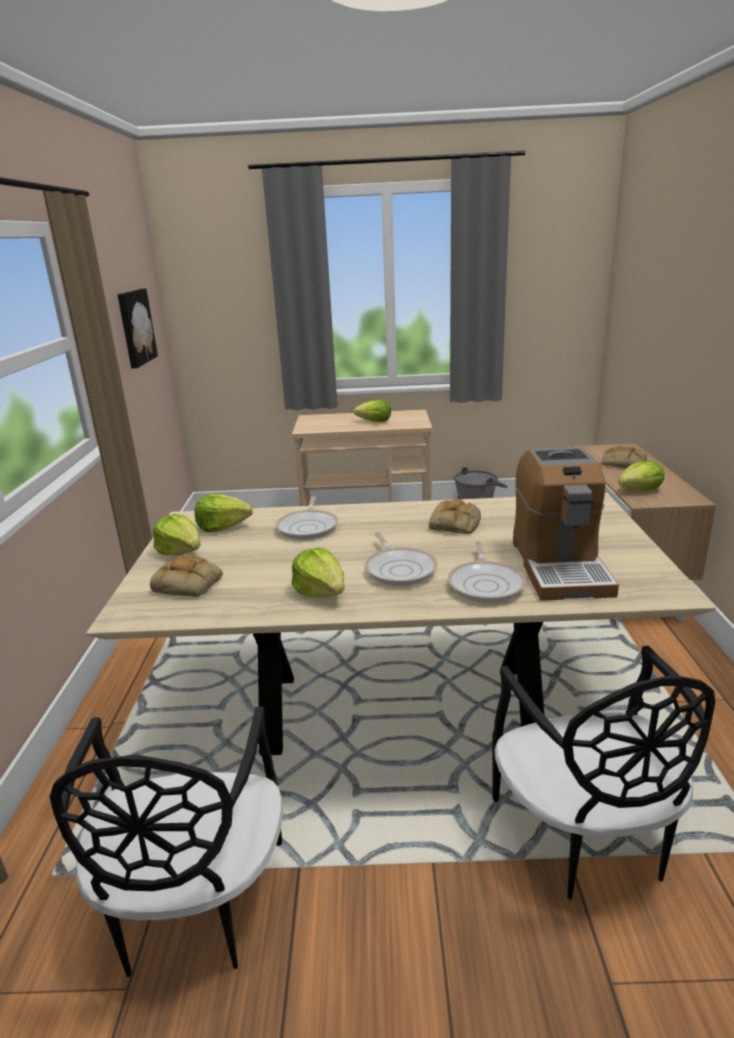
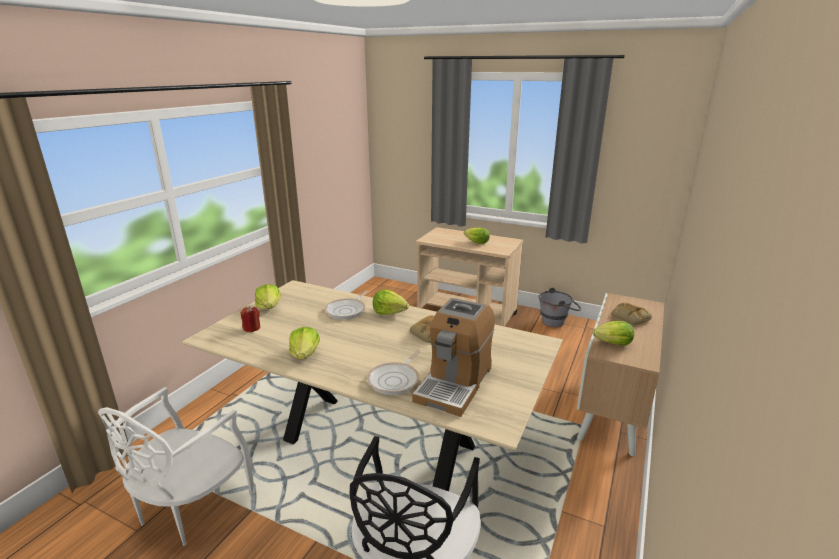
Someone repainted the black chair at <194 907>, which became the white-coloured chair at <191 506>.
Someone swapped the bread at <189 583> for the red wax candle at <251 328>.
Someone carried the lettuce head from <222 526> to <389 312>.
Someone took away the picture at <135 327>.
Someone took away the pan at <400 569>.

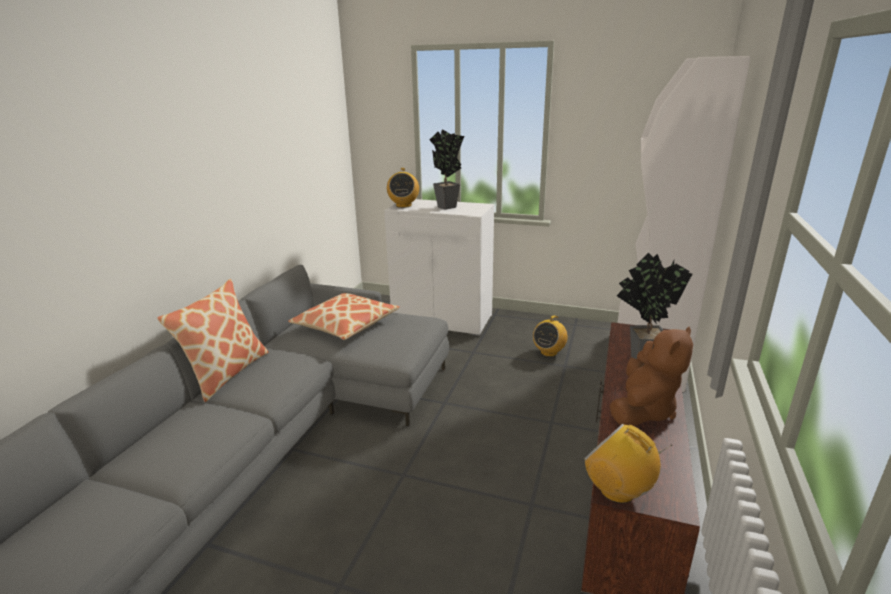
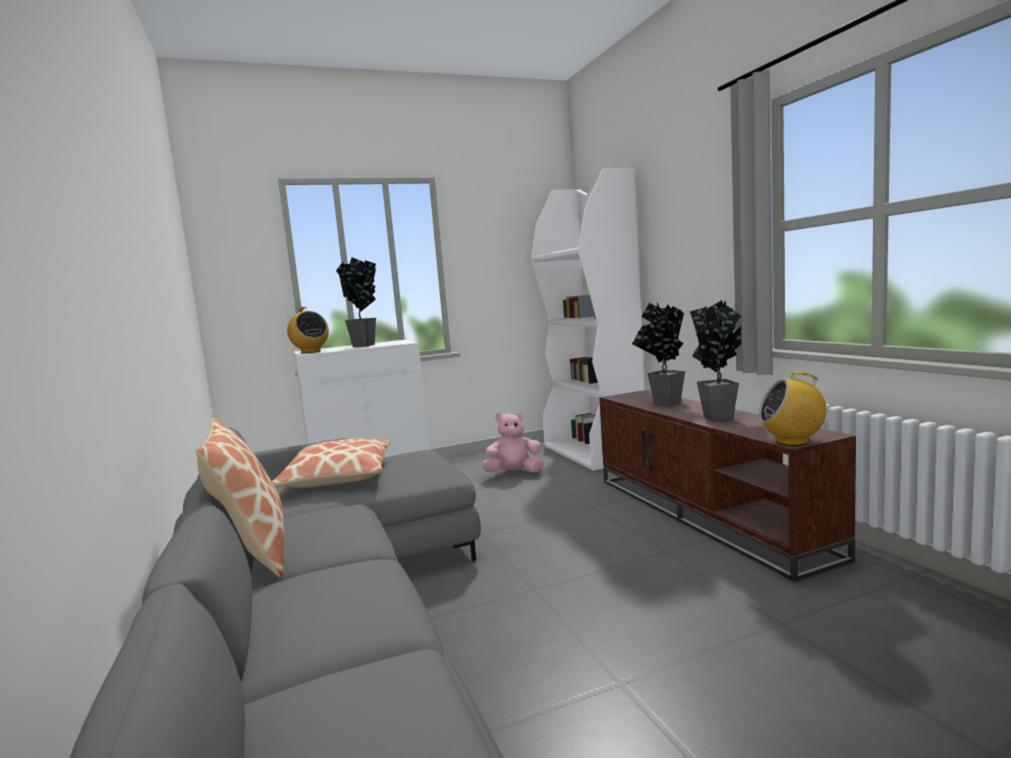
Someone swapped the radio set at <548 352> for the pink cuddly toy at <514 473>.
Someone swapped the brown cuddly toy at <643 410> for the plant in a pot at <718 416>.

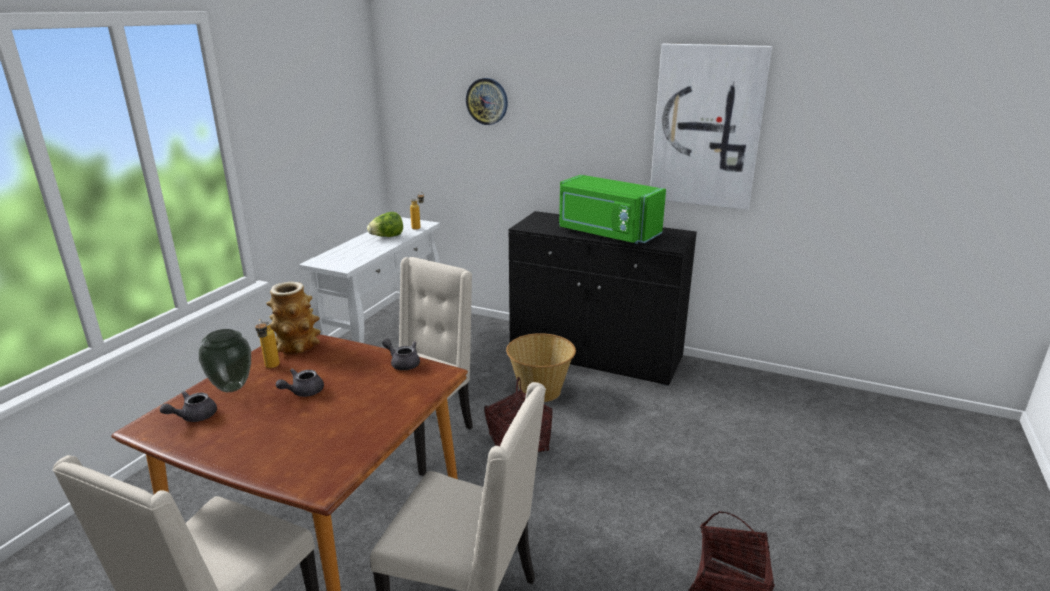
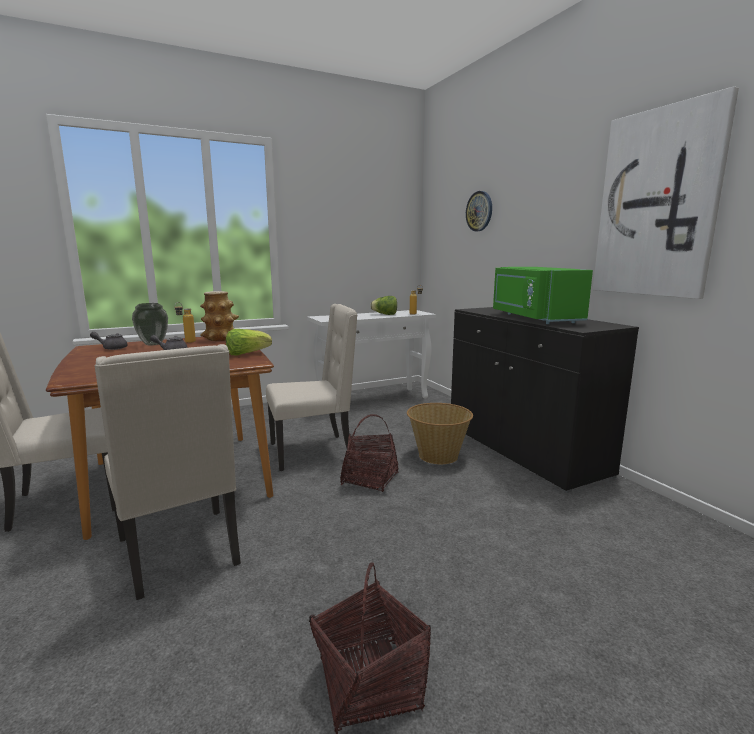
Someone swapped the greyish pot for tea at <402 363> for the lettuce head at <247 354>.

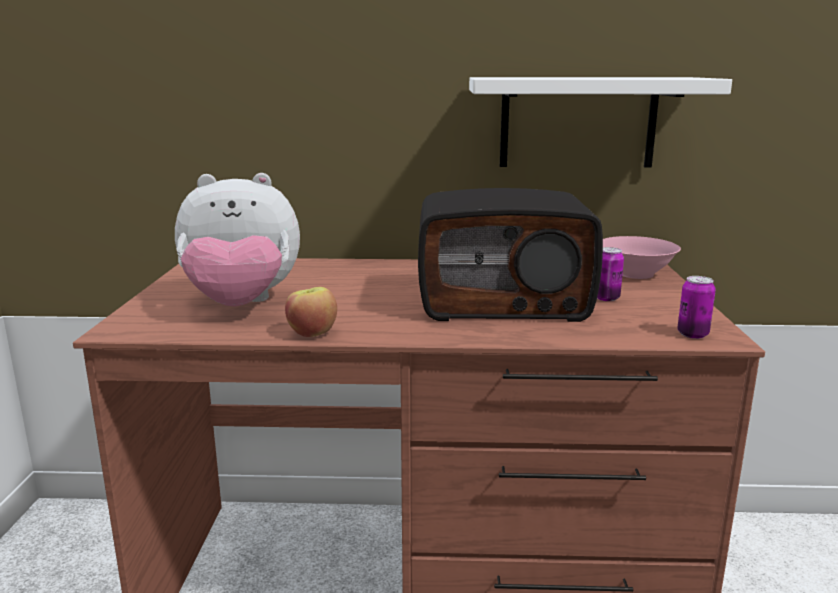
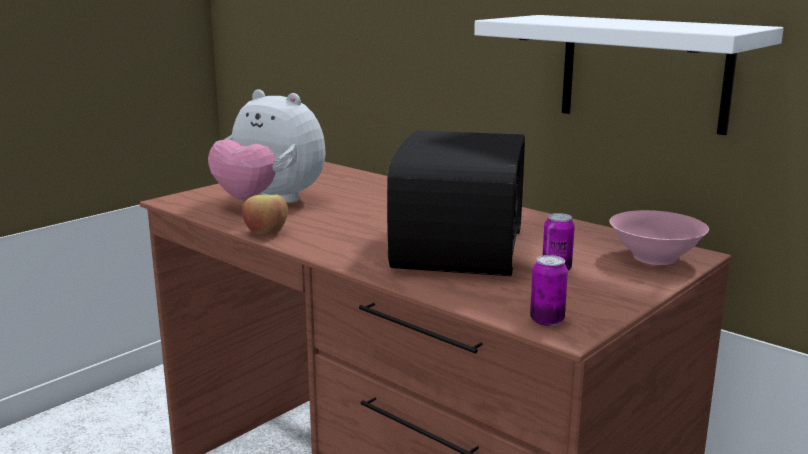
Someone rotated the radio set at <503 301> by 120 degrees counterclockwise.

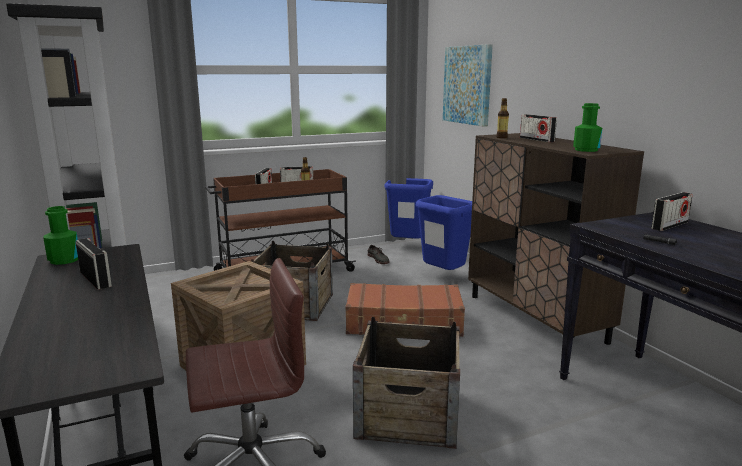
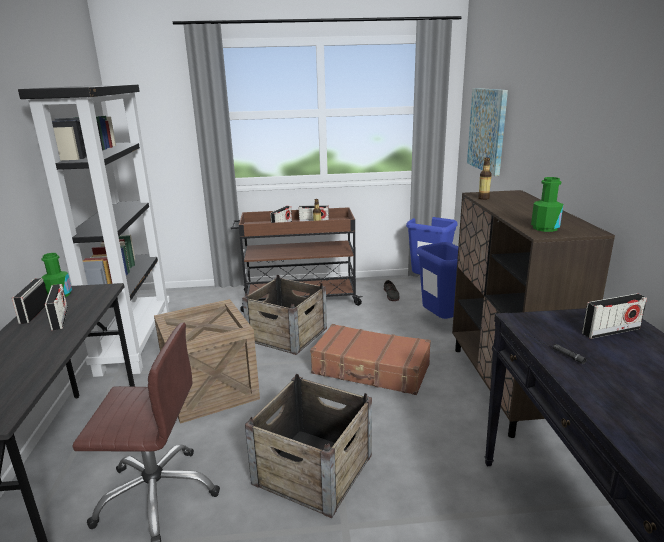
Someone carried the radio set from <536 140> to <34 312>.

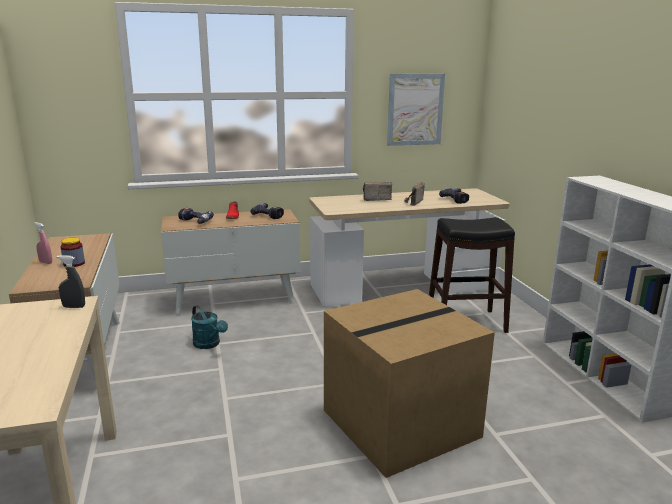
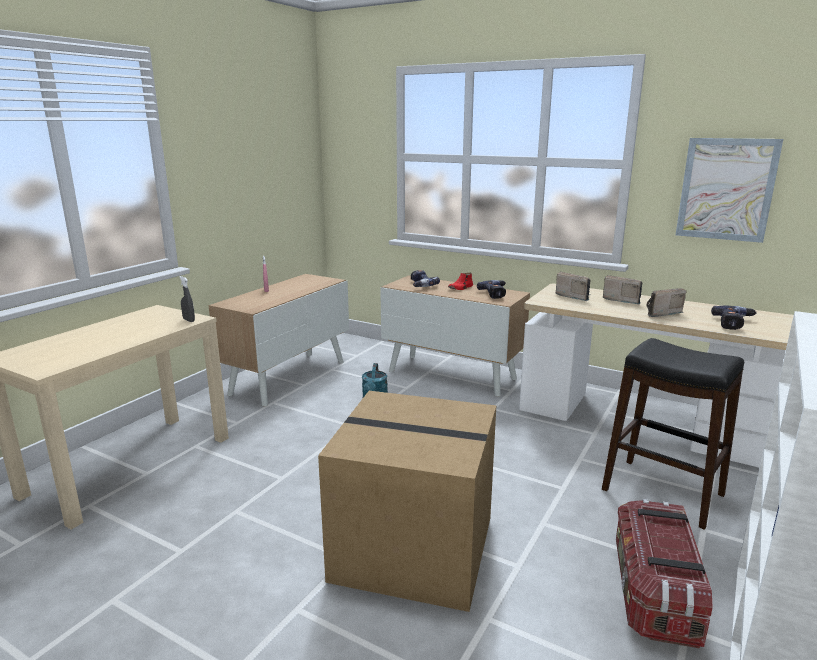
Someone put down the radio set at <573 296>.
Someone put down the storage box at <654 592>.
Someone took away the jar at <74 264>.

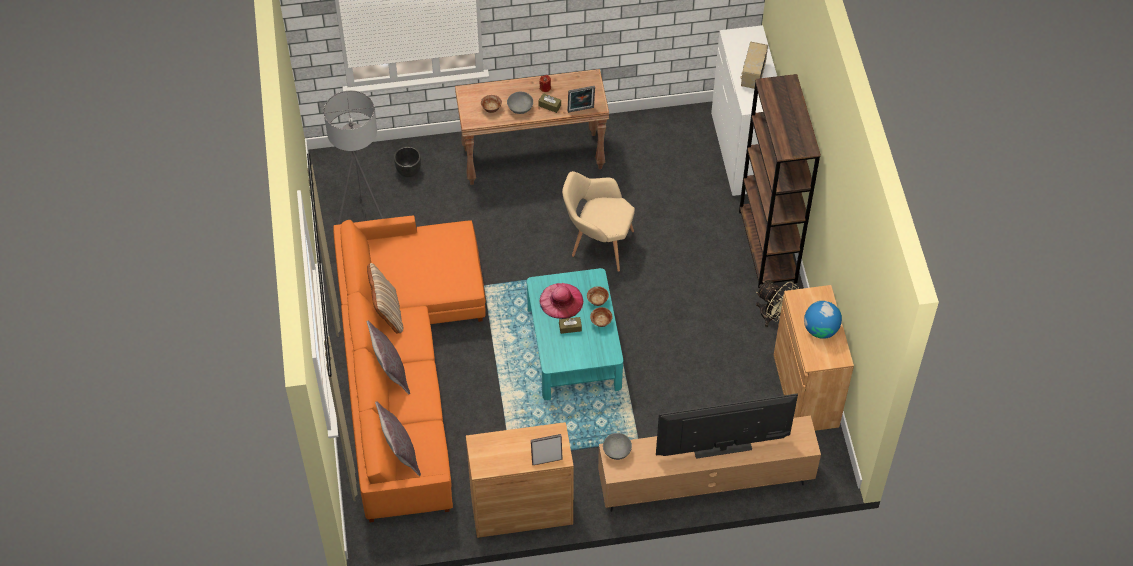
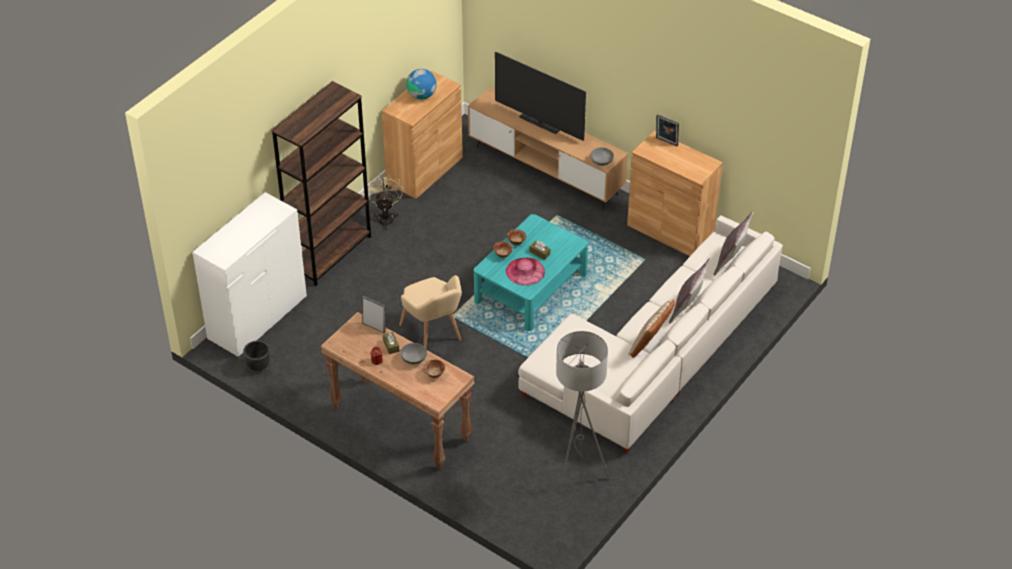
Someone carried the black plant pot from <409 171> to <258 366>.
Someone repainted the orangey settee at <404 365>, which became the white-coloured settee at <654 356>.
Someone took away the radio set at <752 75>.

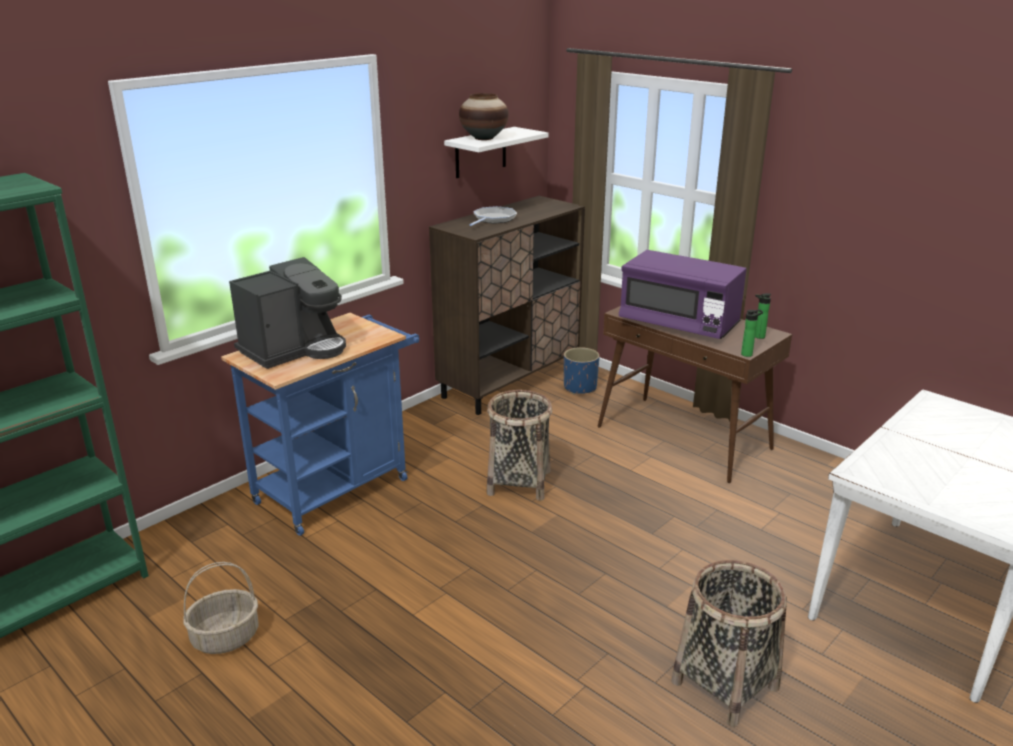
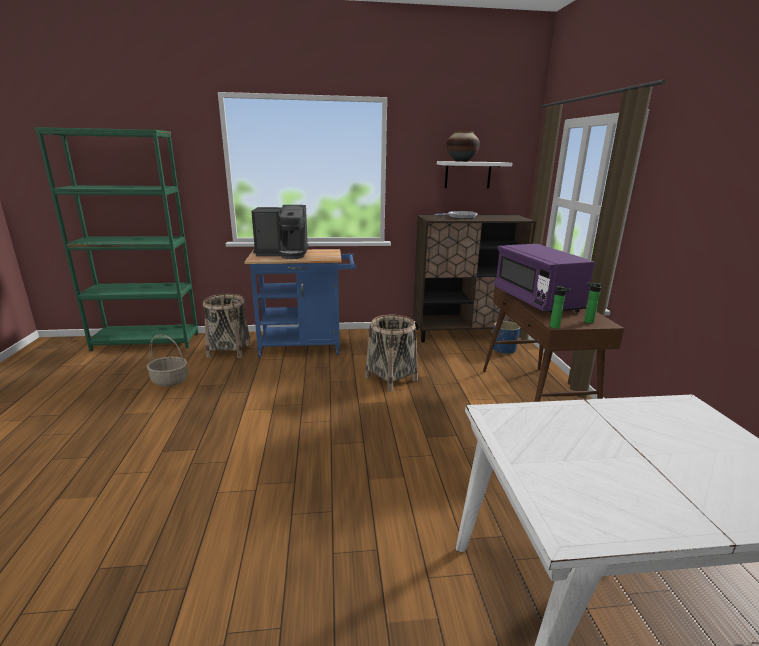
Someone carried the storage basket from <724 684> to <229 350>.

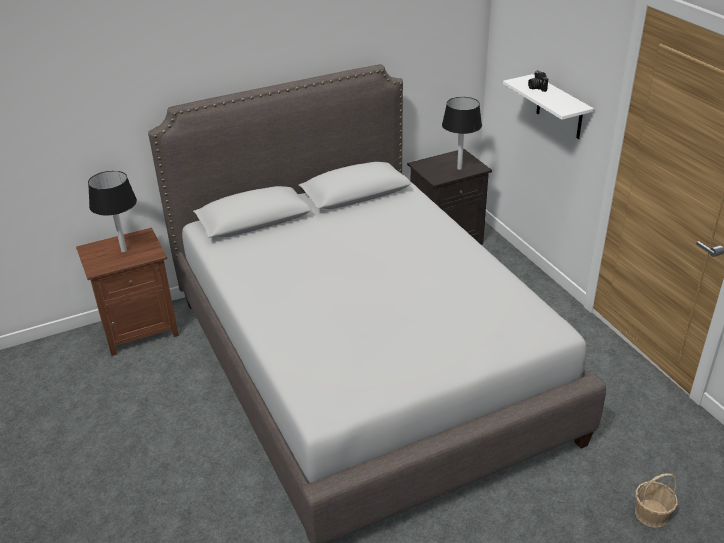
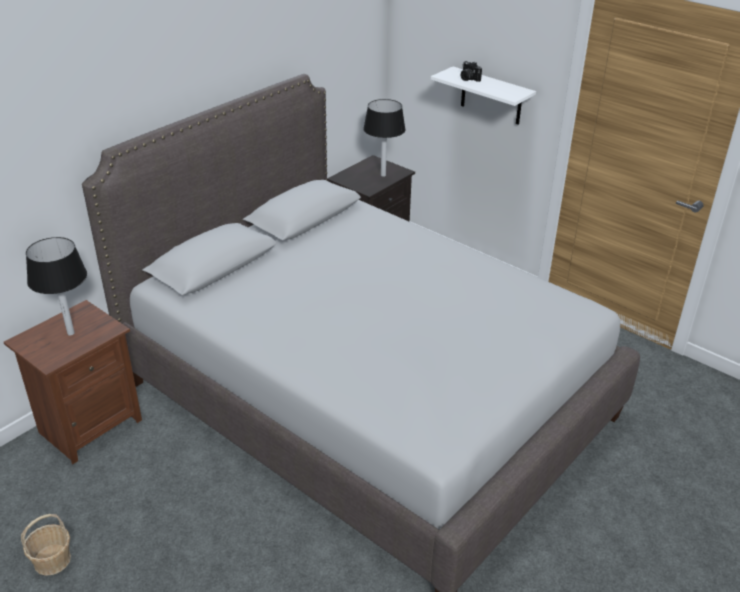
Someone carried the storage basket from <652 514> to <52 560>.

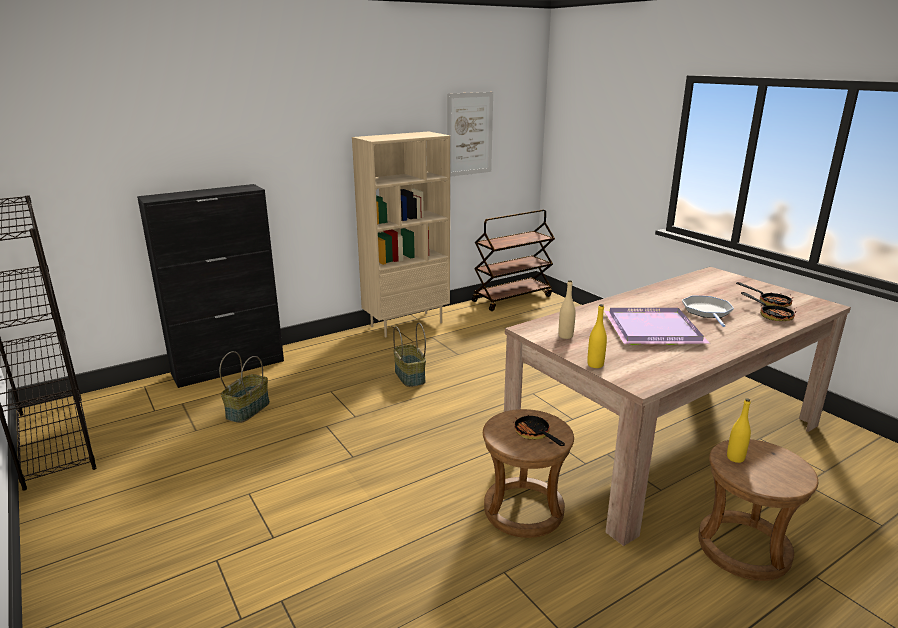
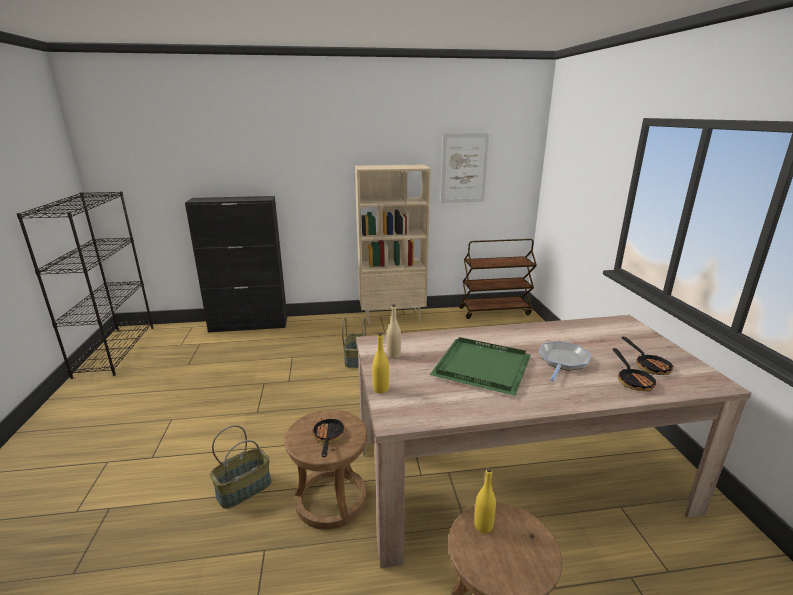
Someone carried the storage basket from <247 410> to <244 489>.
Someone repainted the purple serving tray at <654 329>, which became the greenish serving tray at <484 367>.

